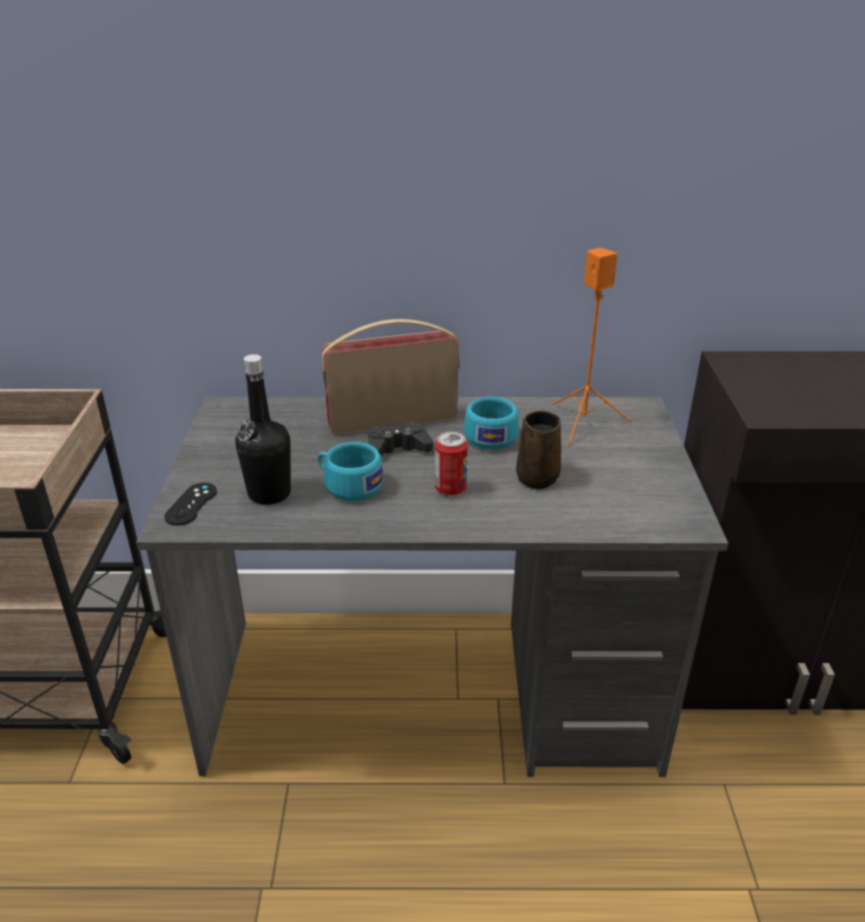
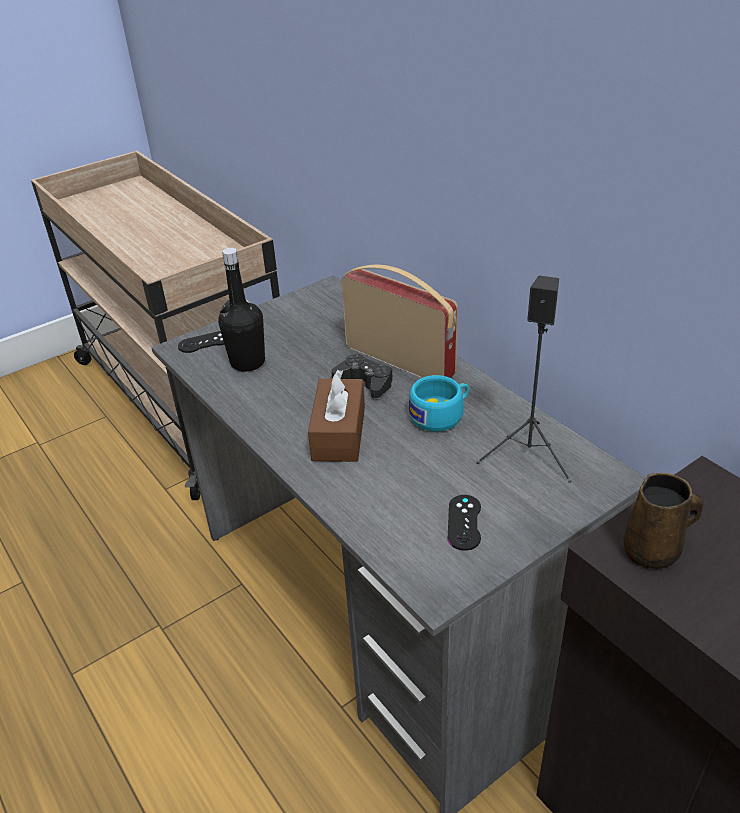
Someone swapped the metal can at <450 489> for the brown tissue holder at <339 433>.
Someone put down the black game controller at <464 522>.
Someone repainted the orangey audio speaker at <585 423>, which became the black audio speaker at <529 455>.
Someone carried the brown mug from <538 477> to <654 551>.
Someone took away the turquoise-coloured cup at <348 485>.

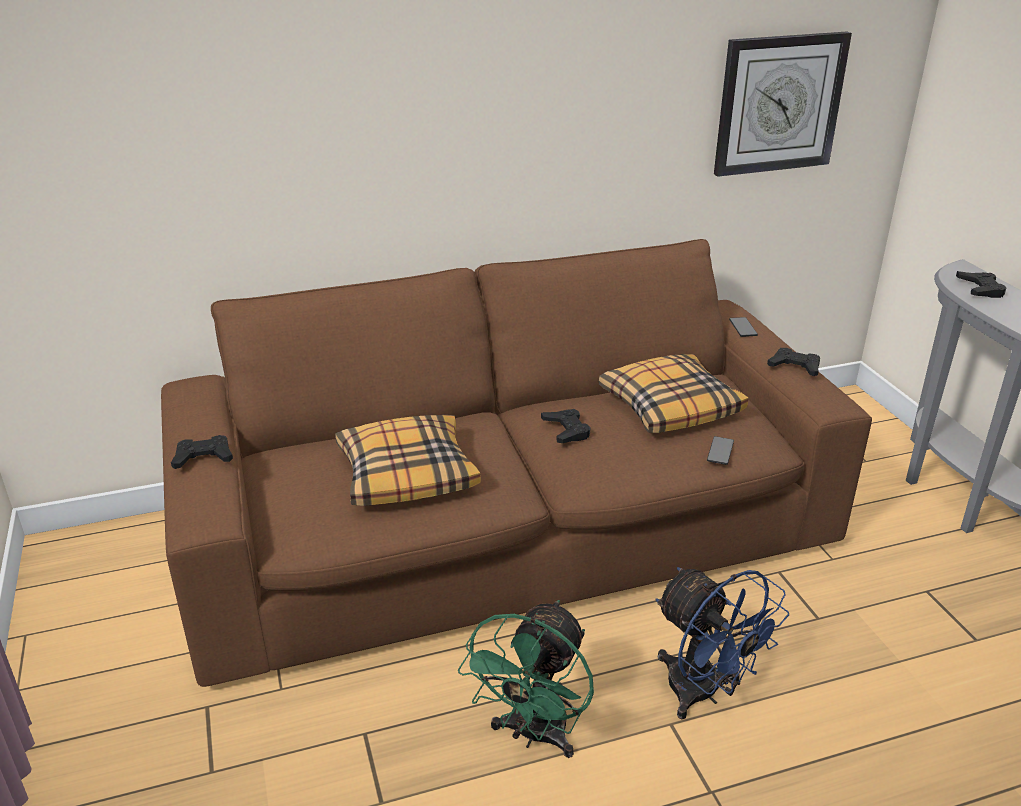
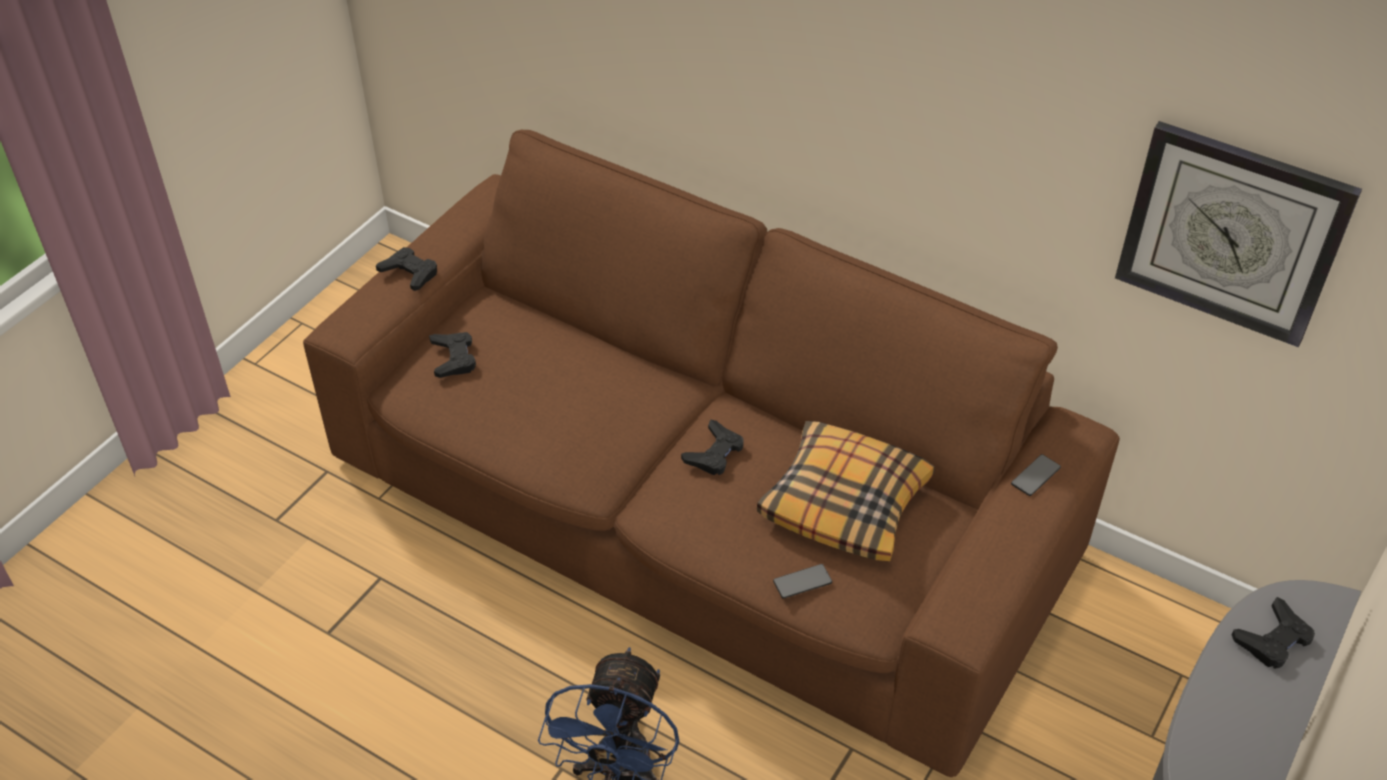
Someone carried the black game controller from <795 366> to <453 358>.
Someone took away the cushion at <407 473>.
Someone took away the greenish electric fan at <534 735>.

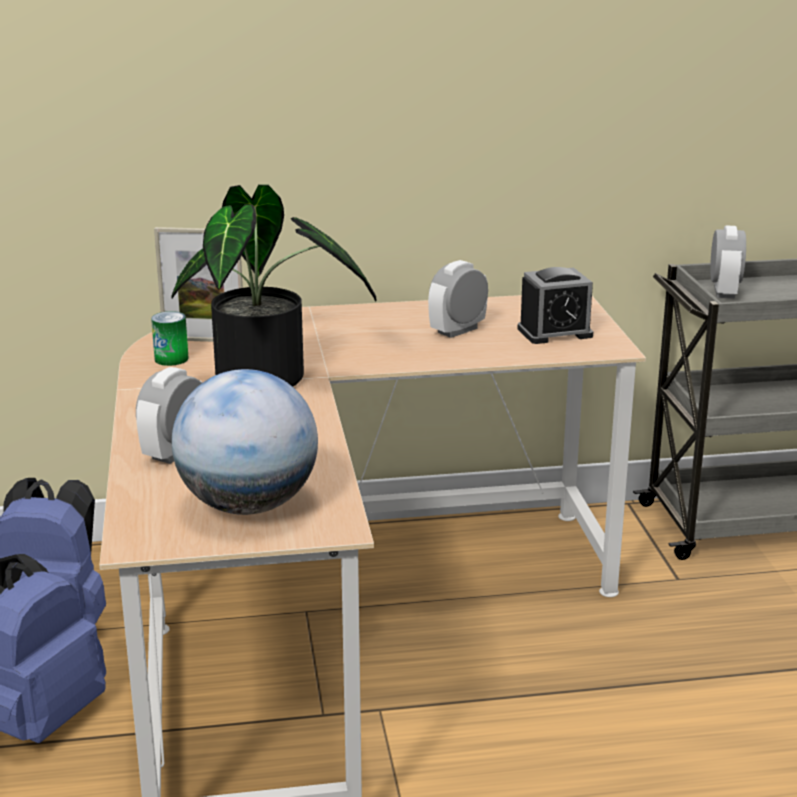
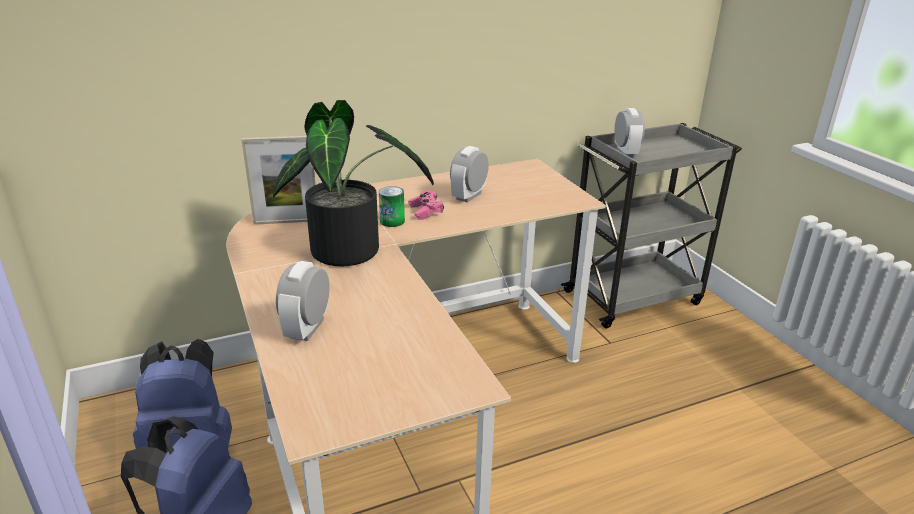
Someone carried the metal can from <171 359> to <392 221>.
Someone put down the pink game controller at <425 211>.
Someone took away the world globe at <248 505>.
Someone took away the alarm clock at <555 332>.

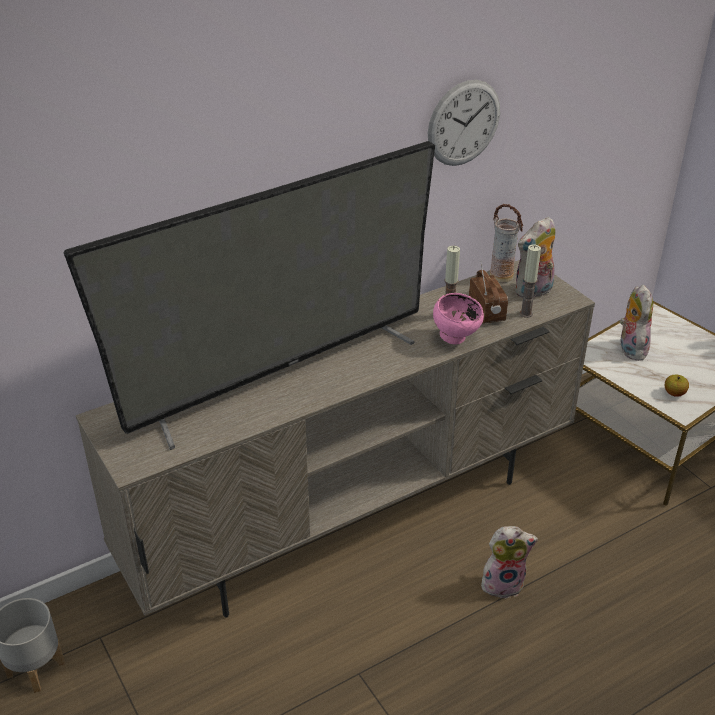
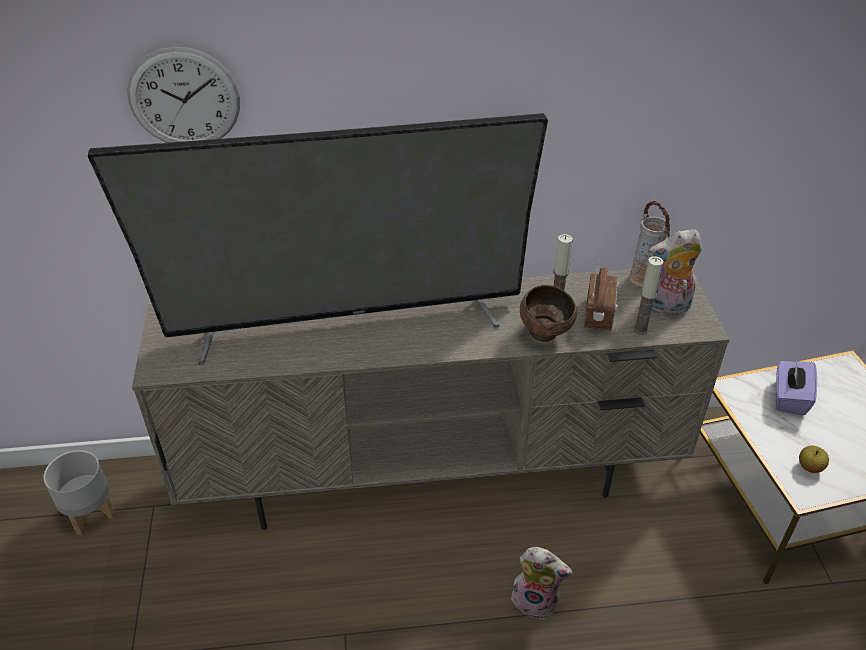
Someone carried the hanging clock from <464 123> to <184 98>.
Someone repainted the pink serving bowl at <456 338>, which became the brown serving bowl at <545 335>.
Someone swapped the cuddly toy at <630 348> for the purple tissue holder at <789 398>.

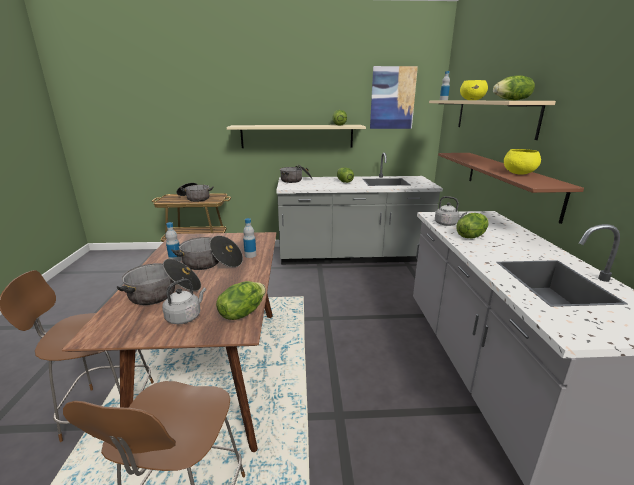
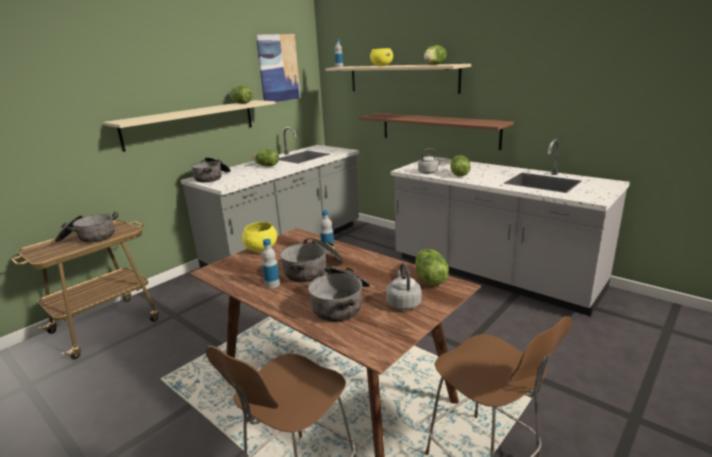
Someone carried the yellow serving bowl from <518 173> to <261 249>.

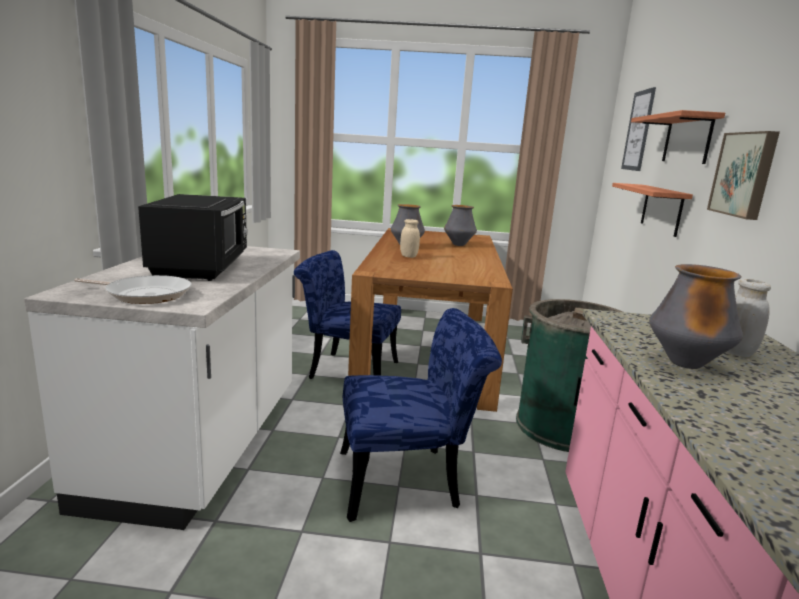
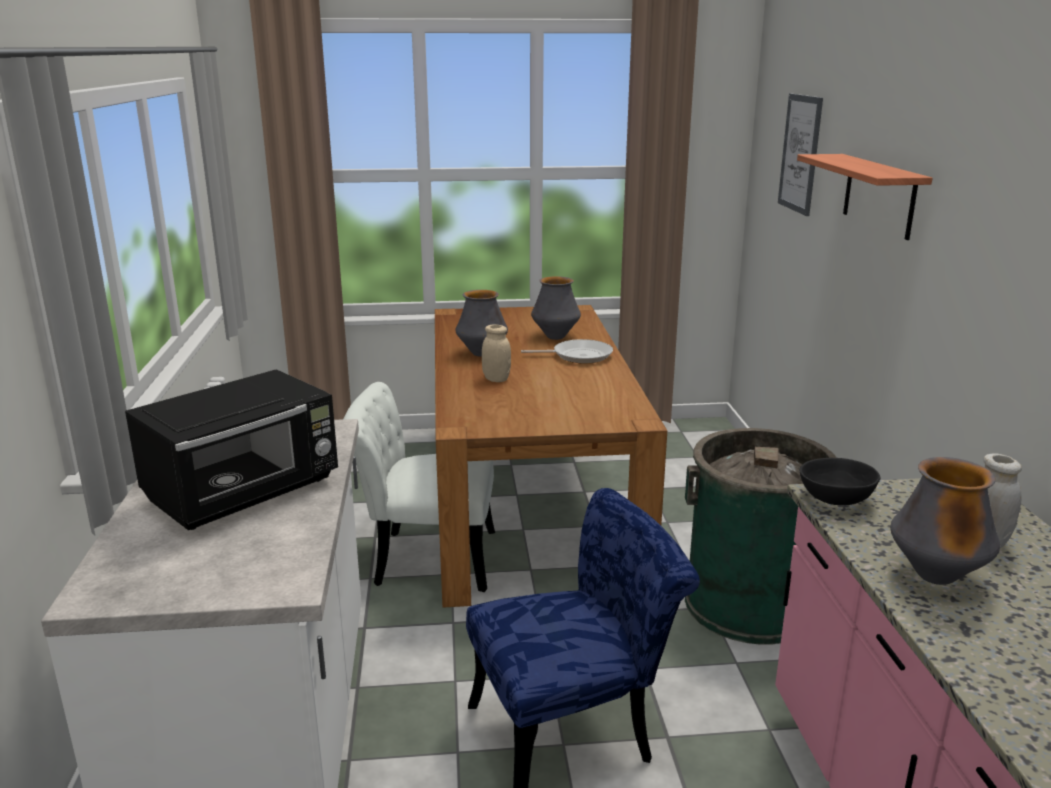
Someone rotated the black kitchen microwave at <202 267> by 60 degrees clockwise.
Someone repainted the blue chair at <346 369>, which became the white-coloured chair at <423 559>.
Someone carried the pan from <145 294> to <578 356>.
Someone put down the black serving bowl at <837 499>.
Someone took away the bracket shelf at <661 209>.
Someone took away the picture at <745 174>.

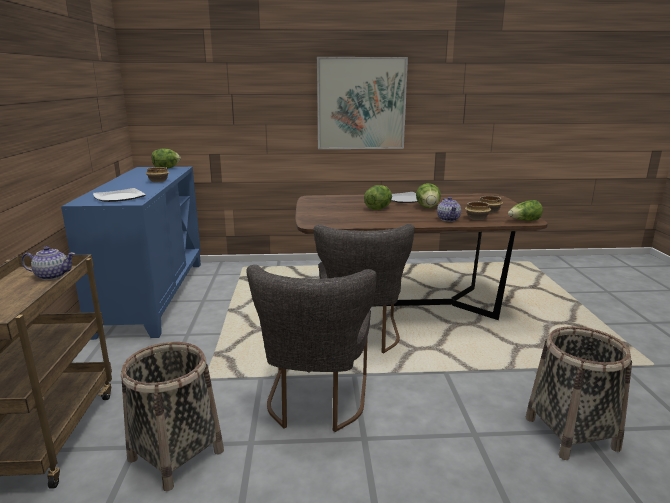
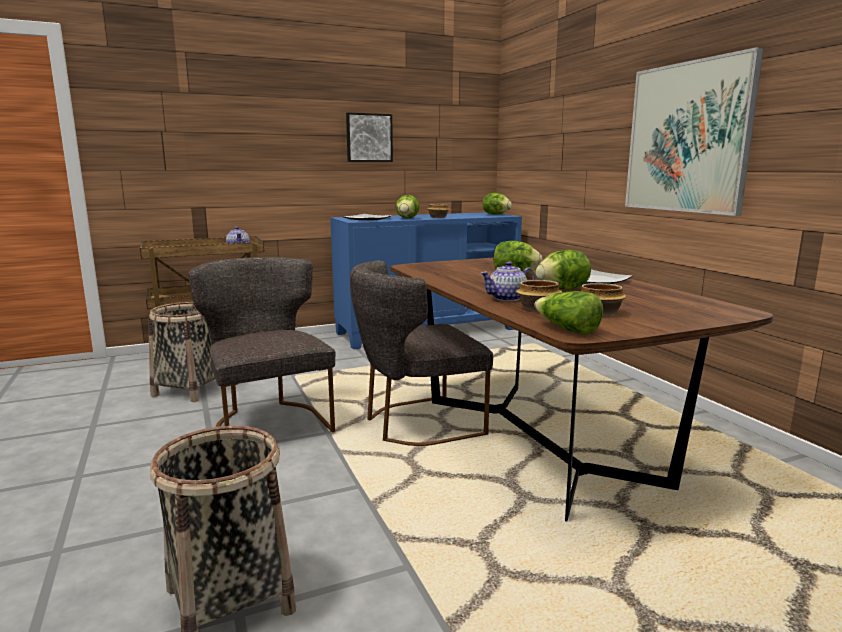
Someone rotated the greyish chair at <315 403> by 75 degrees clockwise.
Someone put up the picture at <369 138>.
Someone put down the lettuce head at <407 218>.

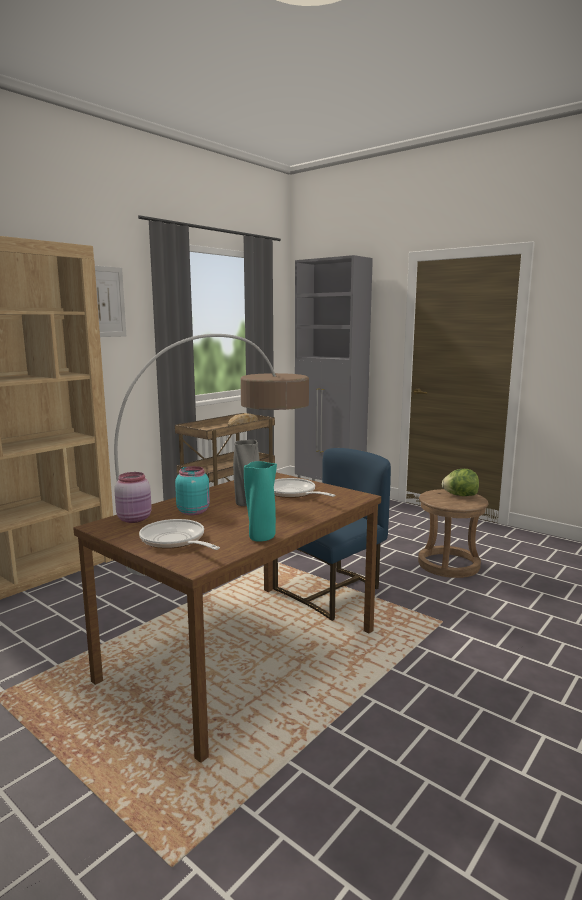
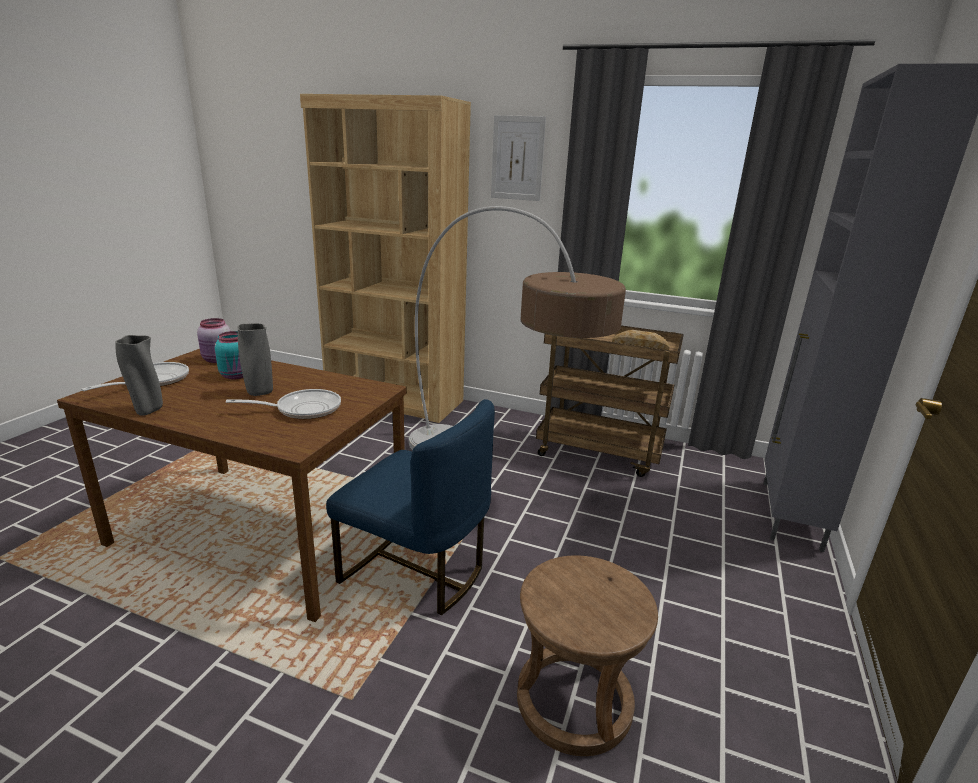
Someone repainted the turquoise-coloured flower vase at <261 537>, which became the greyish flower vase at <147 411>.
Someone rotated the pan at <293 493> by 45 degrees clockwise.
Someone took away the lettuce head at <460 495>.

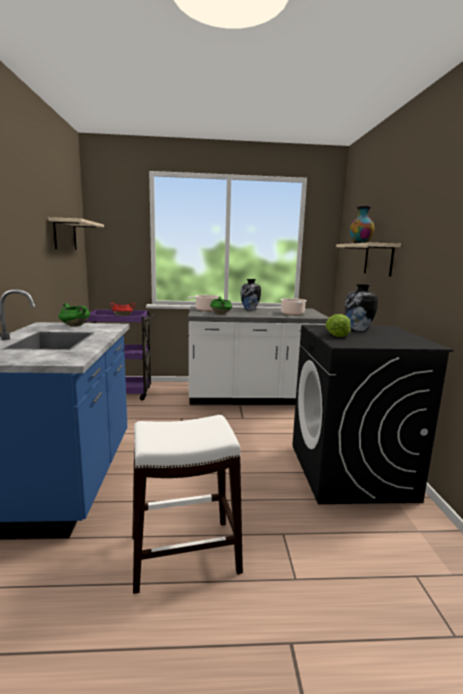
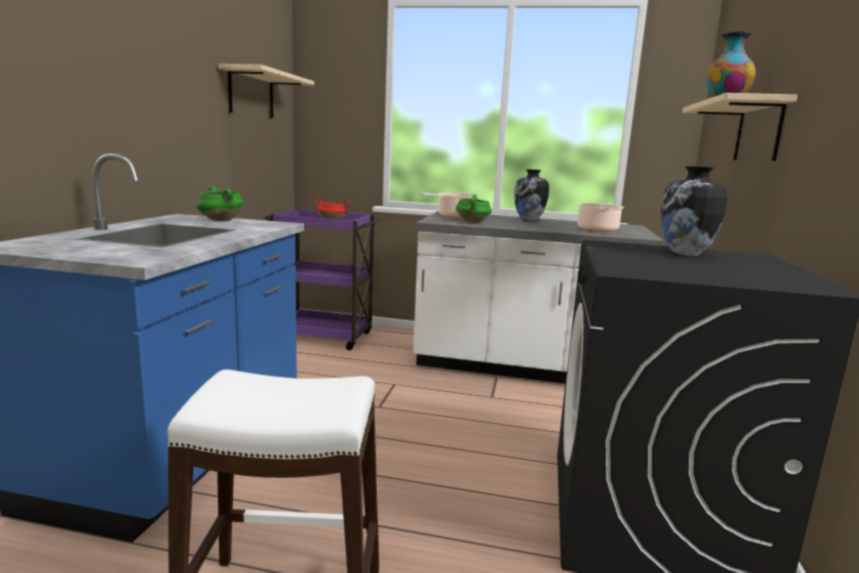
Someone took away the lettuce head at <337 335>.

